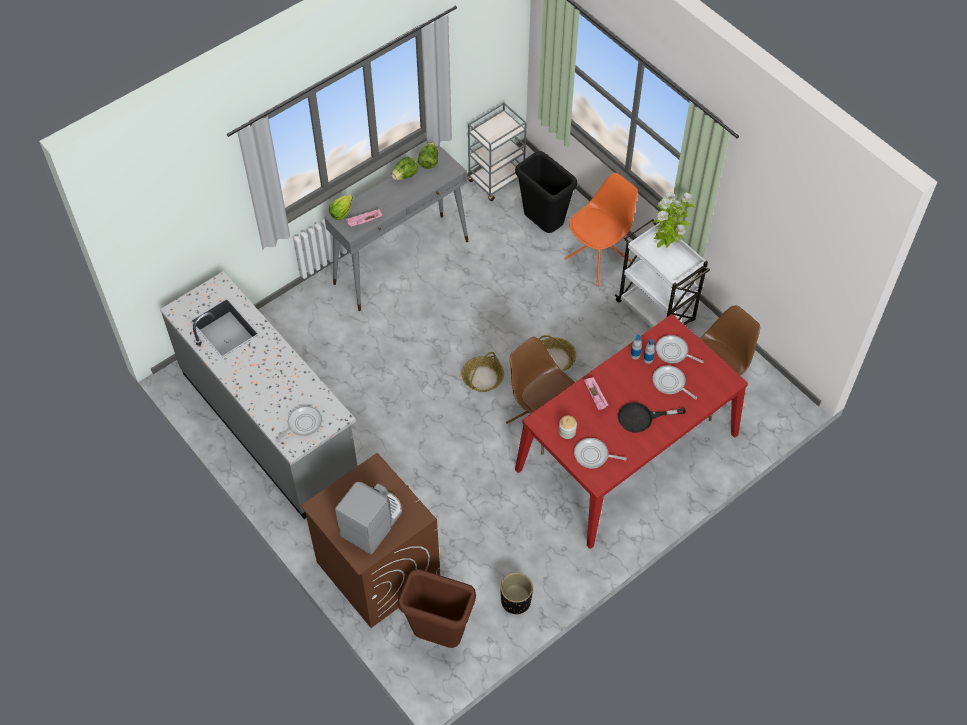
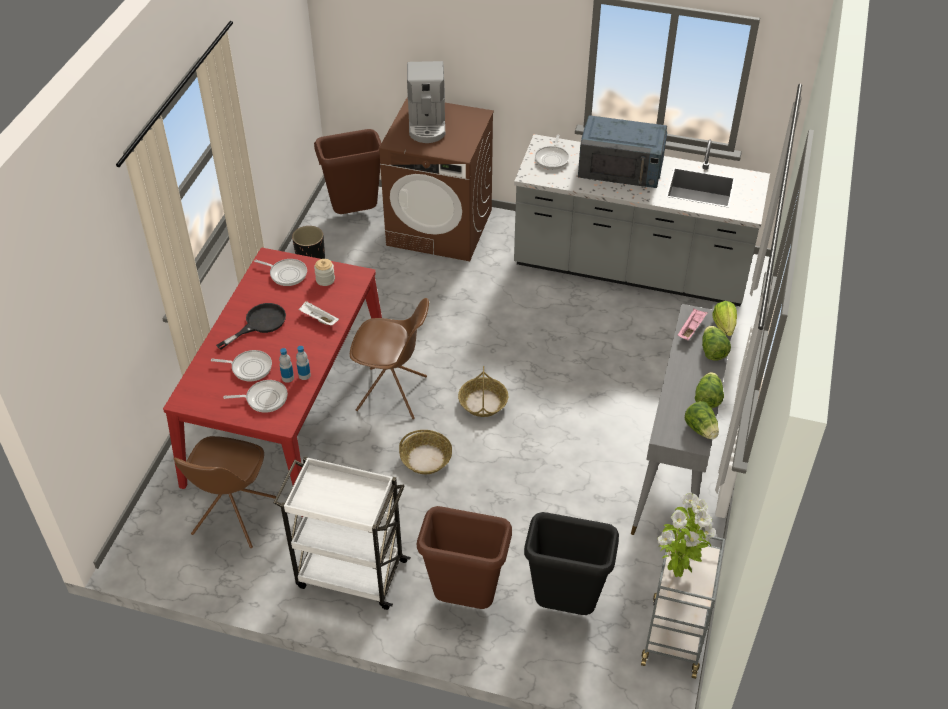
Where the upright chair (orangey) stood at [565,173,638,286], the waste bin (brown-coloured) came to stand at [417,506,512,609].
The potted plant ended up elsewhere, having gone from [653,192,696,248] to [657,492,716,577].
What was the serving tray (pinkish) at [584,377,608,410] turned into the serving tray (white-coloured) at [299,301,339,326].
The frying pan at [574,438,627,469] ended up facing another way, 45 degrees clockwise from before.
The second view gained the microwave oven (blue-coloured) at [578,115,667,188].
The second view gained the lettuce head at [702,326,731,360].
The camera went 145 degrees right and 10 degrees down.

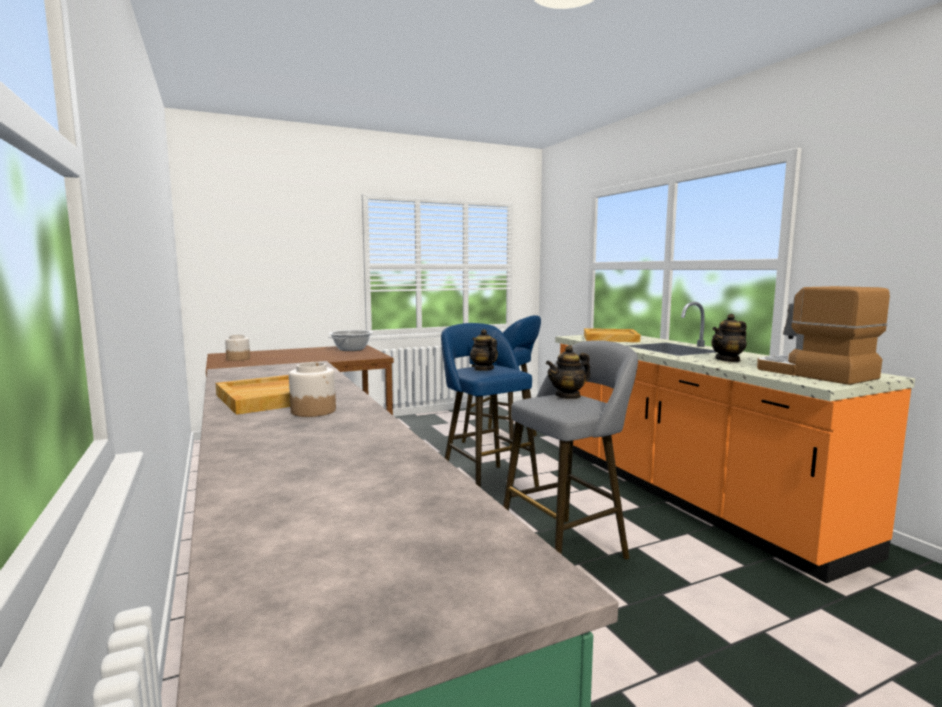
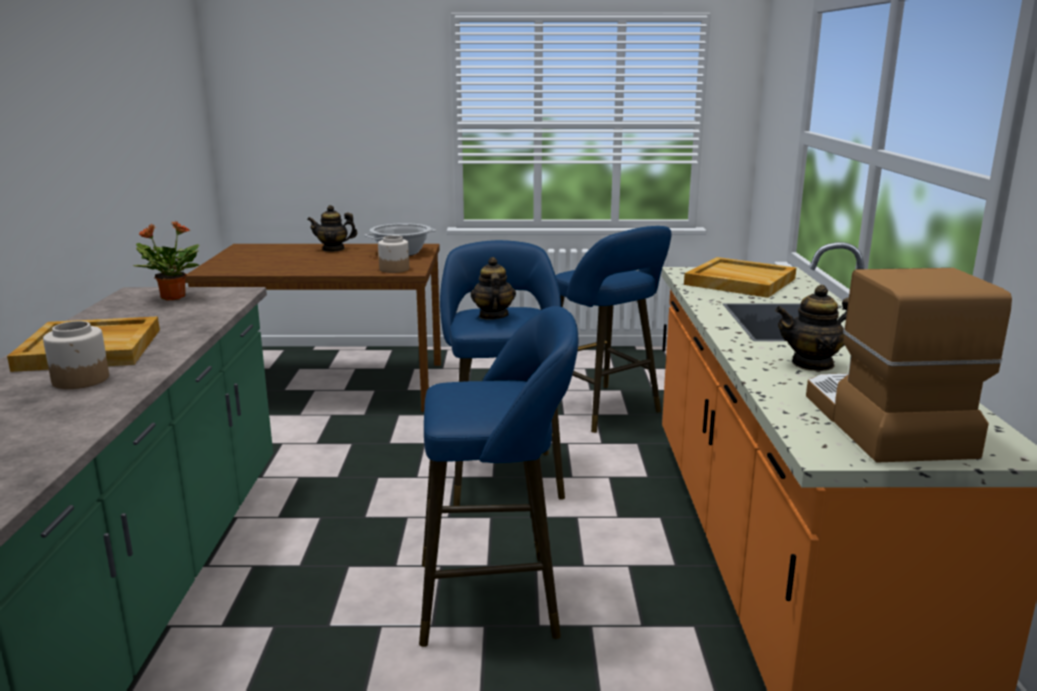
The storage jar ended up elsewhere, having gone from [225,335,250,361] to [378,235,409,273].
What was the stool seat (grey) at [503,340,638,559] turned into the stool seat (blue-coloured) at [419,306,578,647].
The tea pot ended up elsewhere, having gone from [546,345,590,399] to [307,205,358,252].
The second view gained the potted plant at [133,221,199,301].
The camera went 25 degrees right and 10 degrees up.

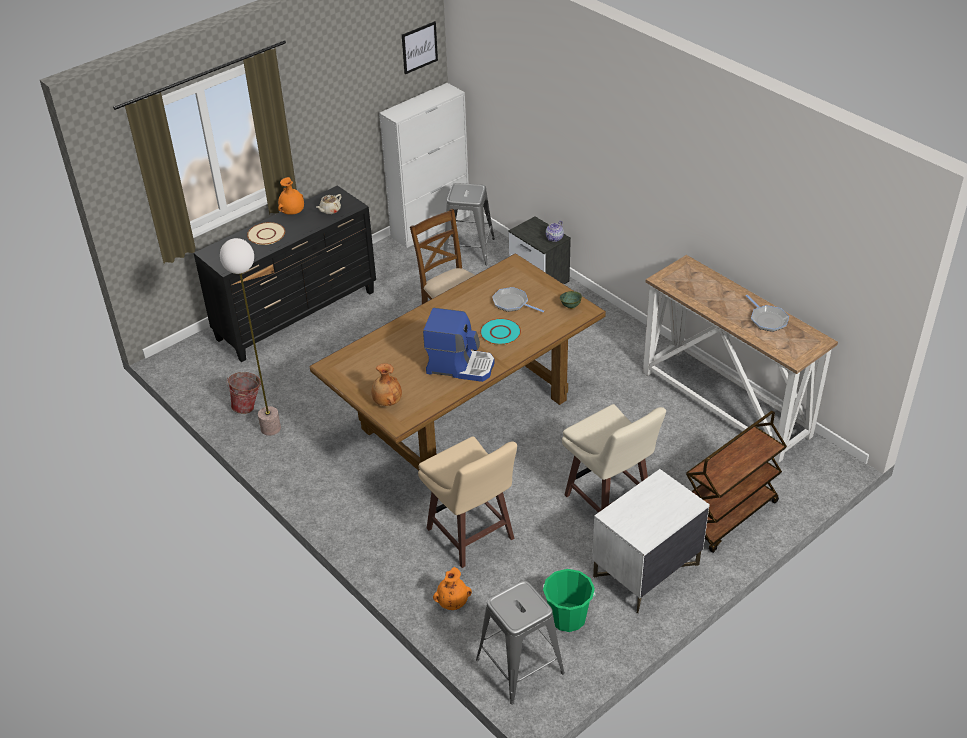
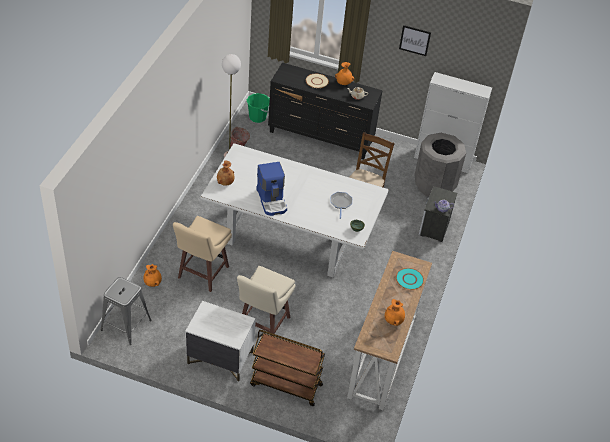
The wall picture ended up elsewhere, having gone from [402,21,438,74] to [399,25,431,56].
Where the stool seat (grey) stood at [443,183,495,265], the waste bin (grey) came to stand at [414,133,466,197].
What was the dining table (brown-coloured) at [310,253,606,471] turned into the dining table (white-coloured) at [200,143,389,277].
Where the frying pan stood at [746,295,789,332], the decorative vase (orangey) came to stand at [385,299,405,326].
The flat dish (turquoise) ended up elsewhere, having gone from [480,318,521,345] to [396,268,424,290].
The water bucket (greenish) ended up elsewhere, having gone from [543,569,596,632] to [247,93,270,123].
The camera went 55 degrees right and 5 degrees up.

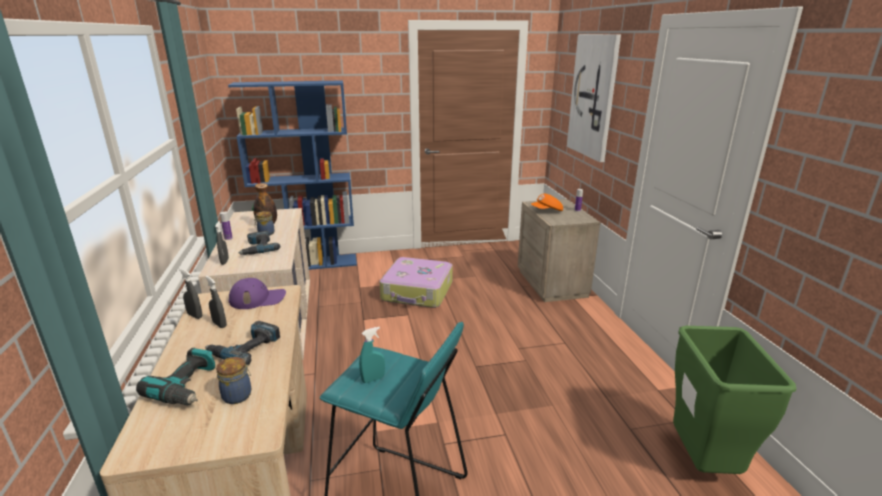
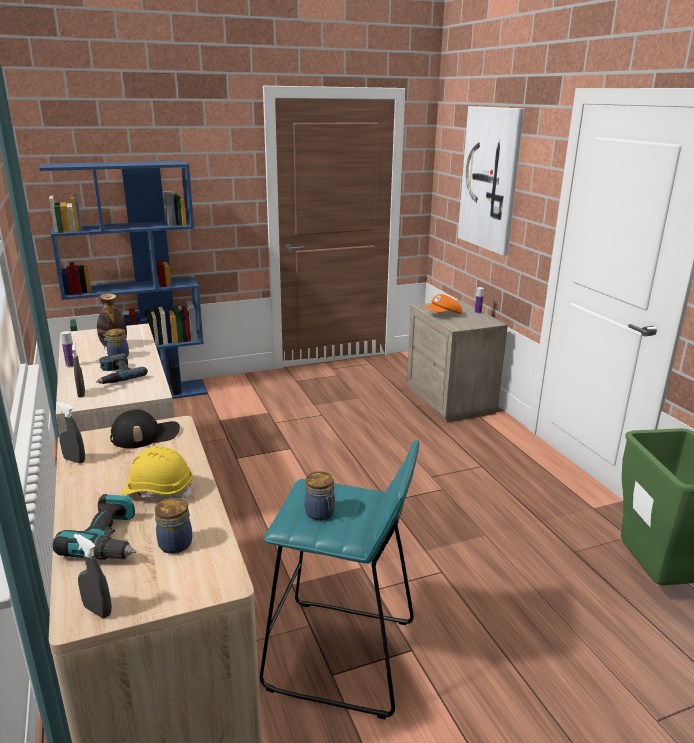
The second view lost the travel case at [379,257,453,308].
The hand sprayer (grey) ended up elsewhere, having gone from [205,276,227,328] to [74,534,112,618].
What was the peaked cap (purple) at [229,278,286,309] turned into the peaked cap (black) at [110,409,180,448].
Where the power drill stood at [205,321,280,365], the work helmet (yellowish) came to stand at [121,446,194,500].
Where the hand sprayer (turquoise) stood at [359,327,385,383], the storage jar came to stand at [305,471,335,520].
The camera went 10 degrees left and 0 degrees up.

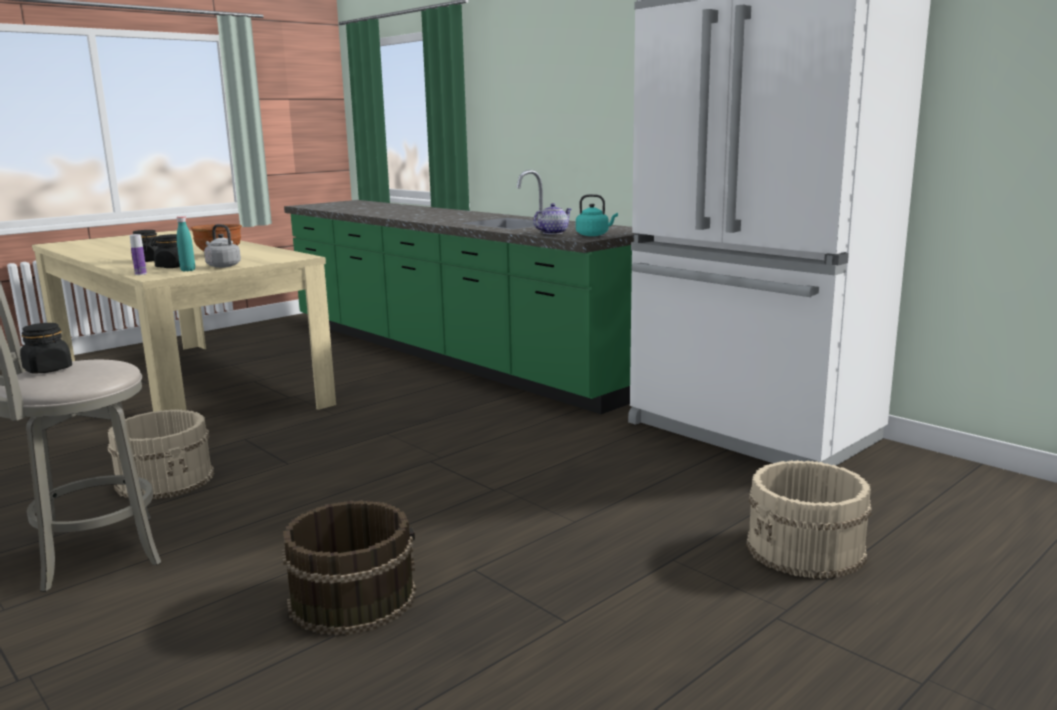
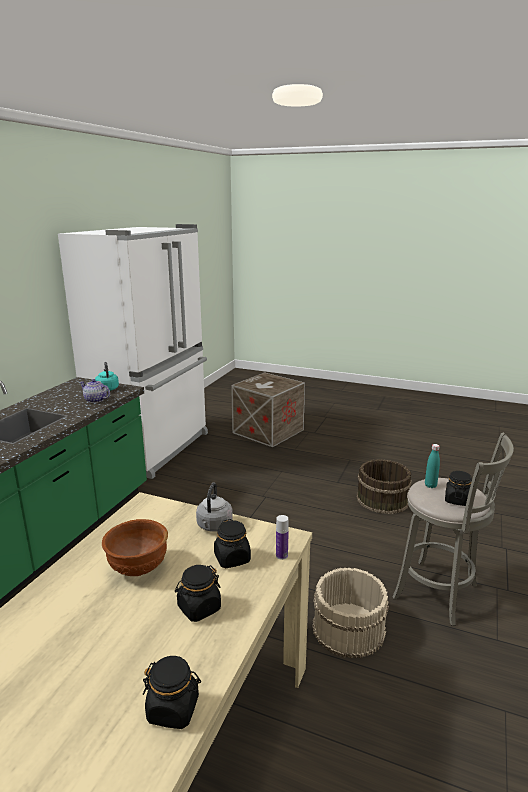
The beverage bottle (turquoise) ended up elsewhere, having gone from [177,216,195,271] to [425,444,440,488].
Where the water bucket (beige) stood at [746,460,872,579], the shipping crate came to stand at [231,372,305,447].
The second view gained the storage jar (black) at [143,656,201,729].
The camera went 115 degrees left and 5 degrees up.

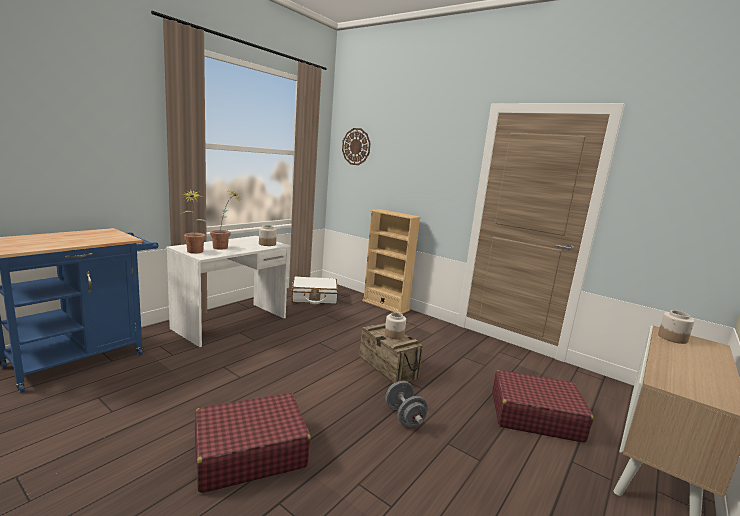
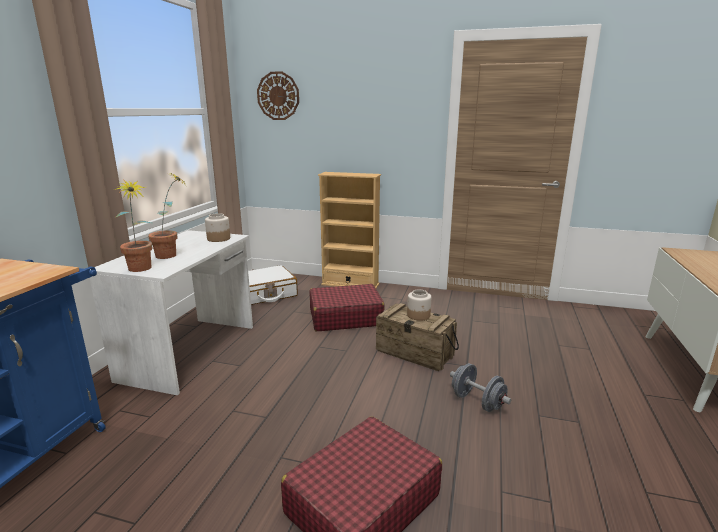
The second view lost the storage jar at [658,310,694,344].
The travel case (reddish) ended up elsewhere, having gone from [492,370,594,443] to [309,284,384,331].
The camera went 20 degrees left and 5 degrees up.

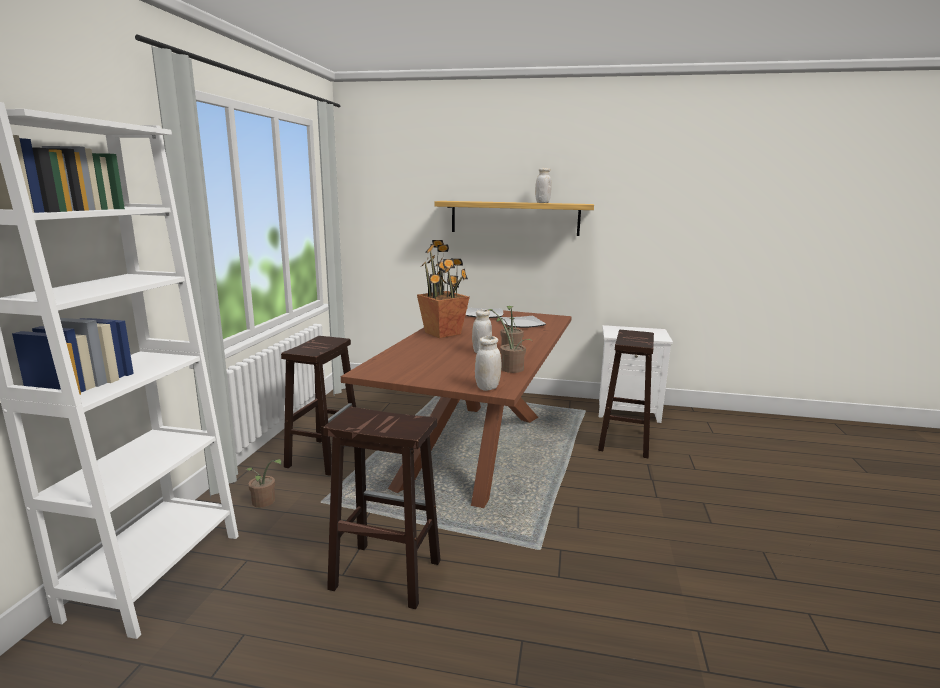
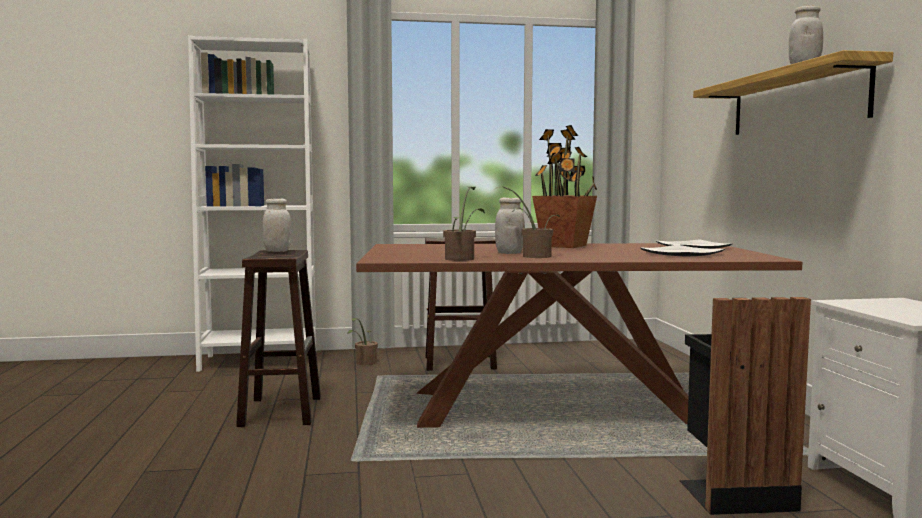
Where the stool seat (brown-coloured) stood at [598,330,654,458], the waste bin (black) came to stand at [679,297,811,515].
The storage jar (white-coloured) ended up elsewhere, having gone from [475,336,501,391] to [263,199,291,252].
The camera went 70 degrees right and 10 degrees down.

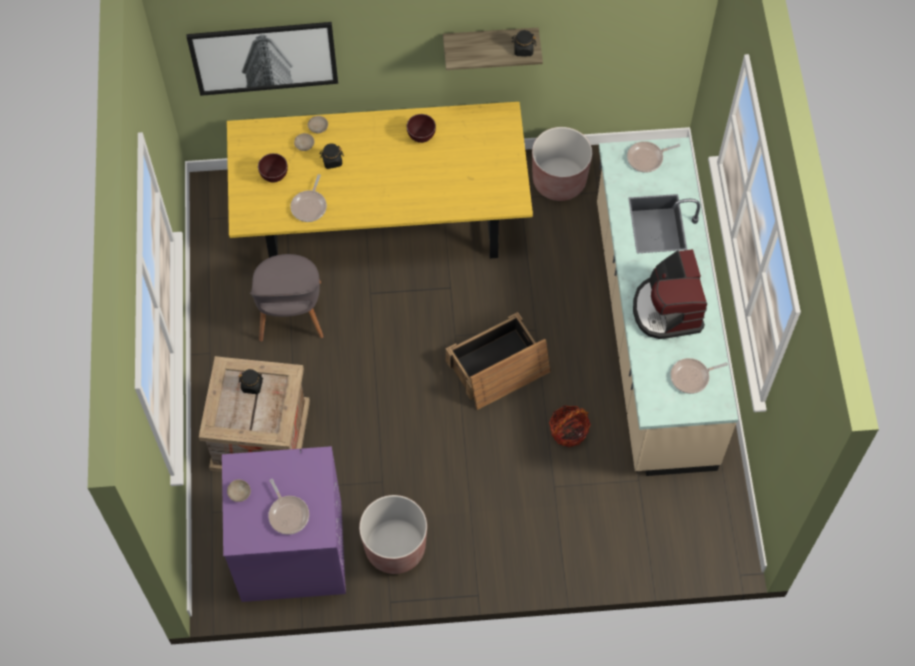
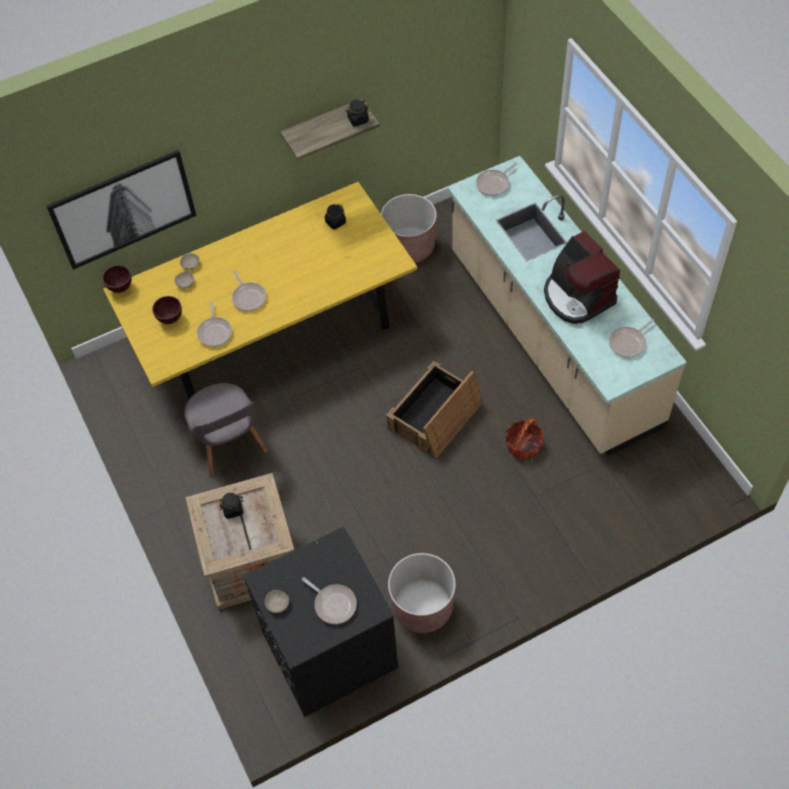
The bowl (brown-coloured) ended up elsewhere, having gone from [407,114,436,143] to [102,265,132,293].
The storage jar (black) ended up elsewhere, having gone from [319,144,344,169] to [324,204,346,229].
What was the laundry machine (purple) at [222,446,346,602] turned into the laundry machine (black) at [243,526,398,717].
The second view gained the frying pan at [232,270,266,311].
The camera went 20 degrees left and 5 degrees down.

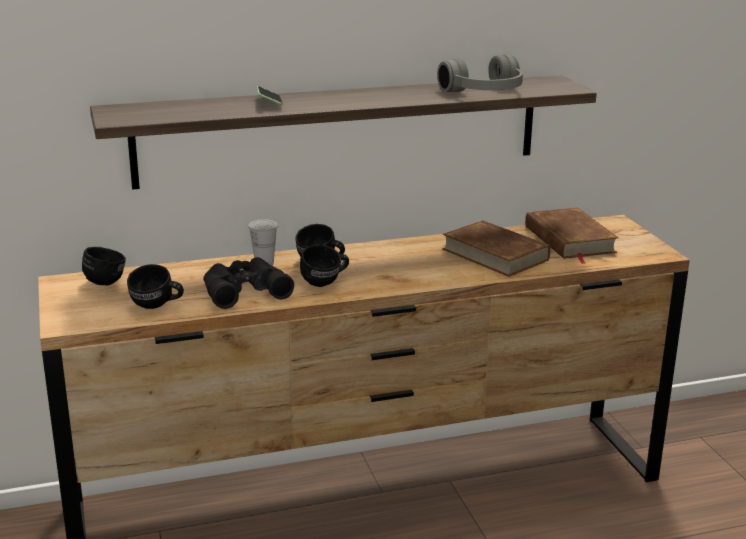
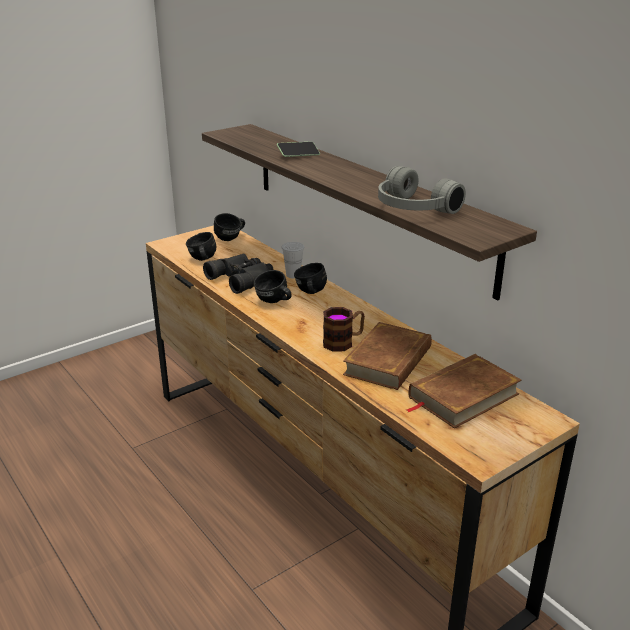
The second view gained the tea mug at [323,307,365,352].
The camera went 70 degrees right and 5 degrees up.

